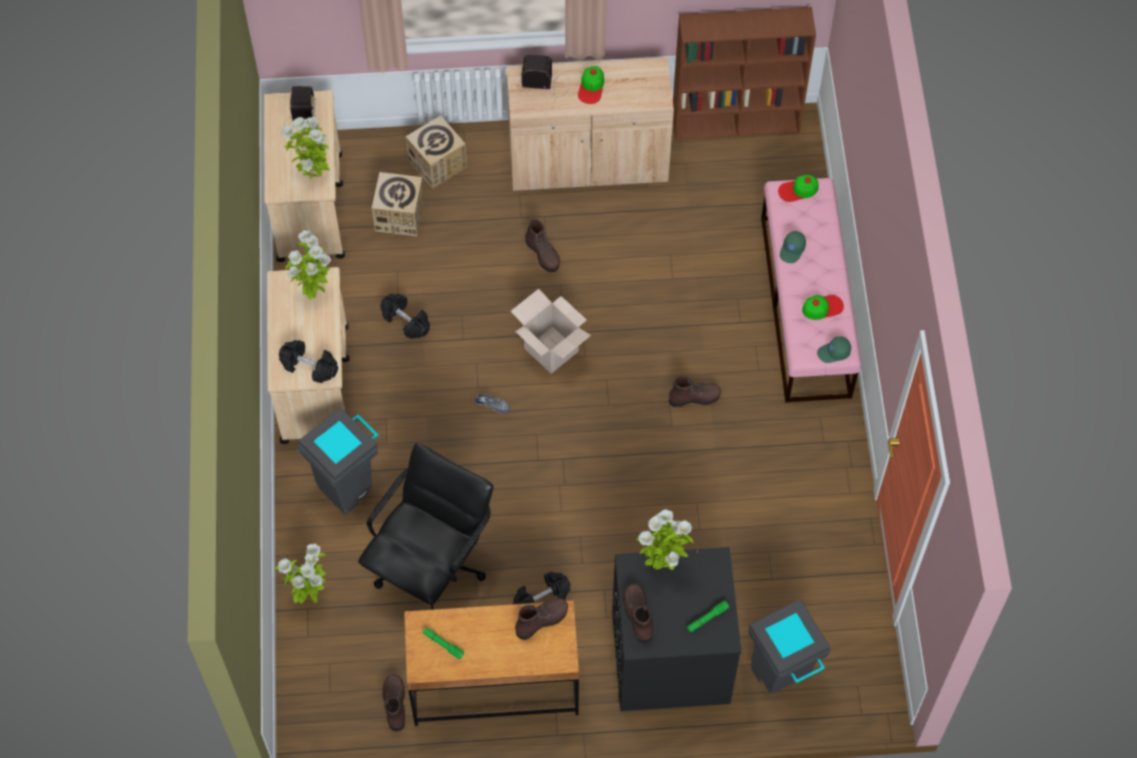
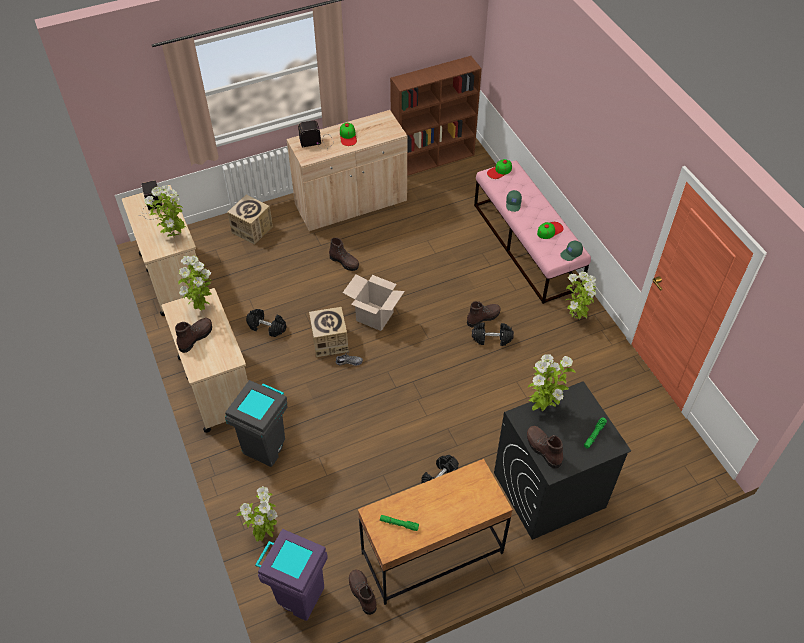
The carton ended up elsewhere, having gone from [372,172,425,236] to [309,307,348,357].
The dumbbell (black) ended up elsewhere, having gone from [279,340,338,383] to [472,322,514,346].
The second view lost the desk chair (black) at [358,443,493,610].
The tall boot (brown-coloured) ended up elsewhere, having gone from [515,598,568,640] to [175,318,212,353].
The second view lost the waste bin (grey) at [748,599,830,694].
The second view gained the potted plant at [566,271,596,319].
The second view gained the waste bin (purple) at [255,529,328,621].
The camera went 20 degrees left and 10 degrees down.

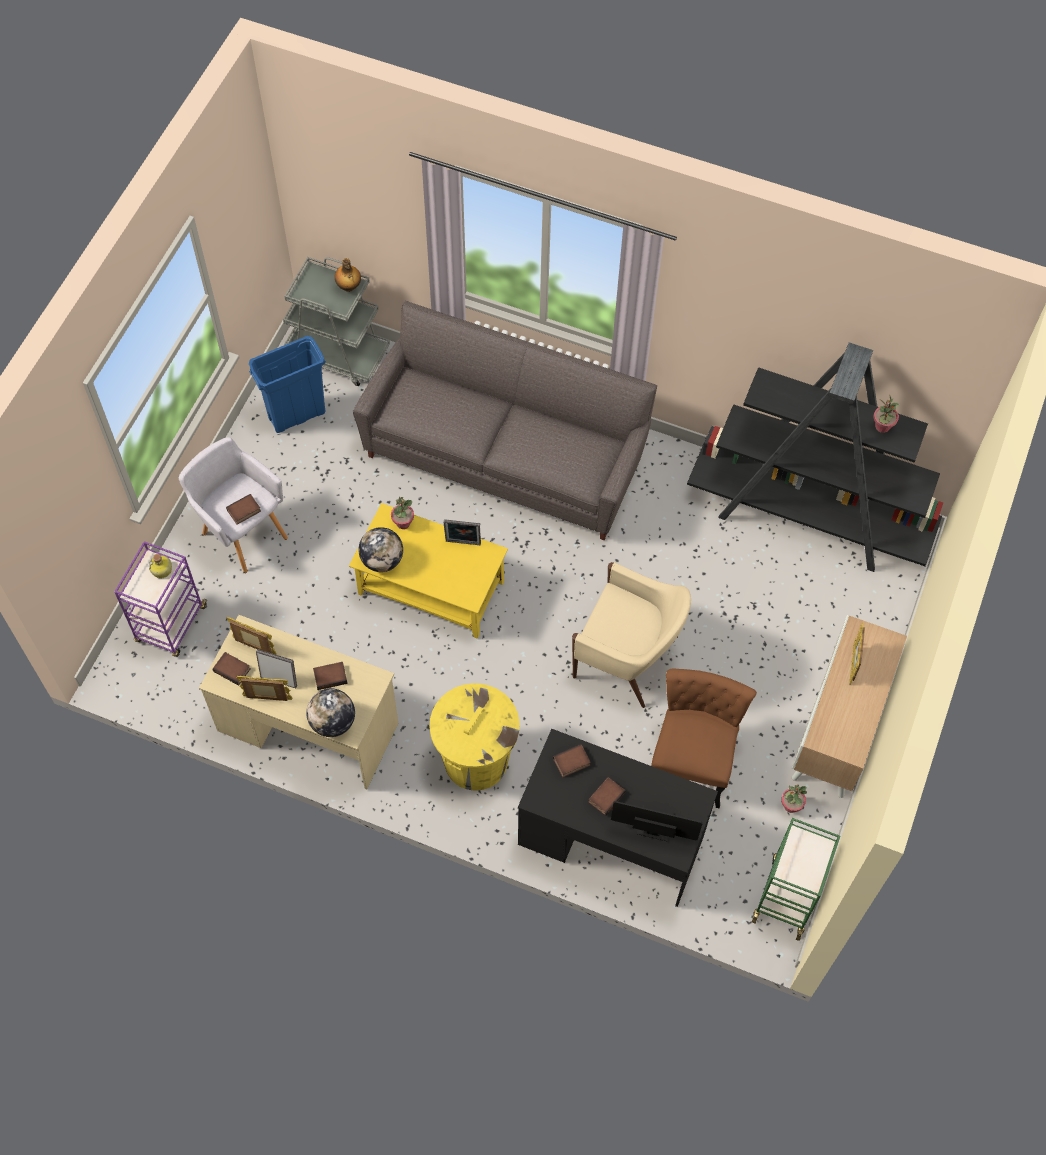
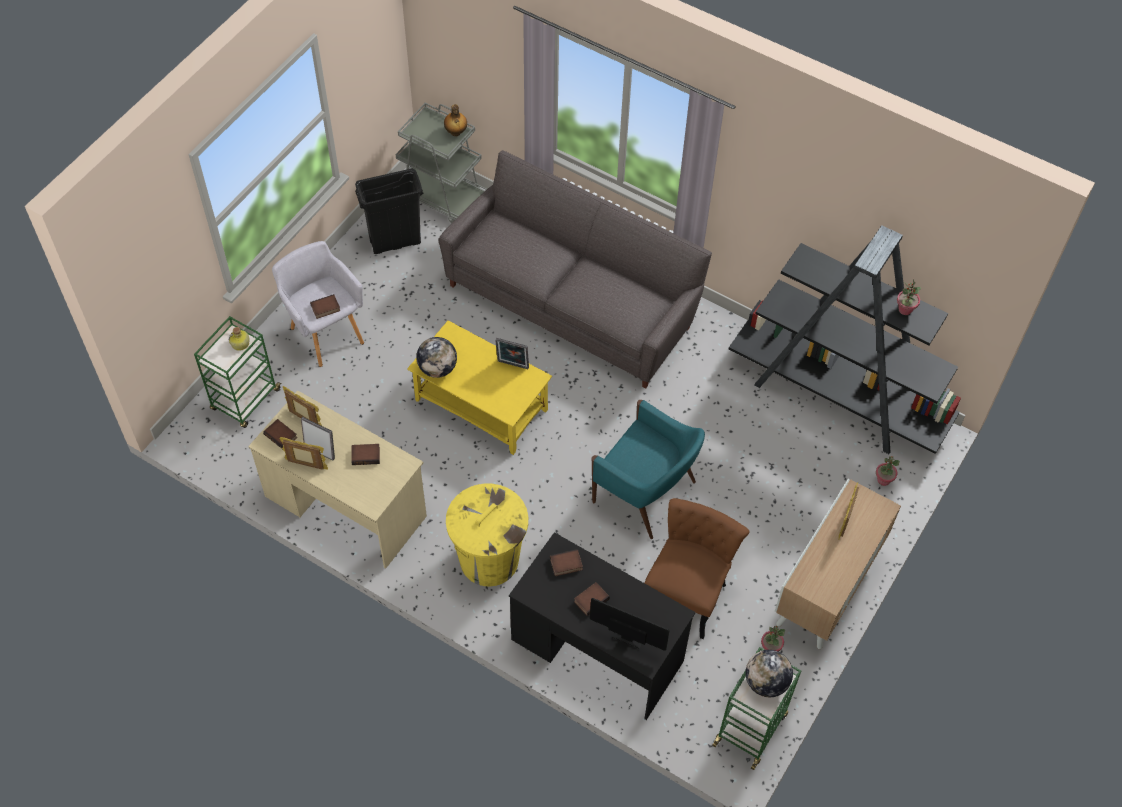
What was the waste bin (blue-coloured) at [249,336,326,433] turned into the waste bin (black) at [355,168,424,254].
The potted plant ended up elsewhere, having gone from [391,497,414,529] to [876,456,900,486].
What was the wheeled cart (purple) at [115,541,207,657] turned into the wheeled cart (greenish) at [194,316,281,428].
What was the lounge chair (beige) at [572,562,691,708] turned into the lounge chair (turquoise) at [592,400,705,539].
The desk globe ended up elsewhere, having gone from [306,689,355,737] to [746,650,793,697].
The camera went 10 degrees right and 5 degrees down.

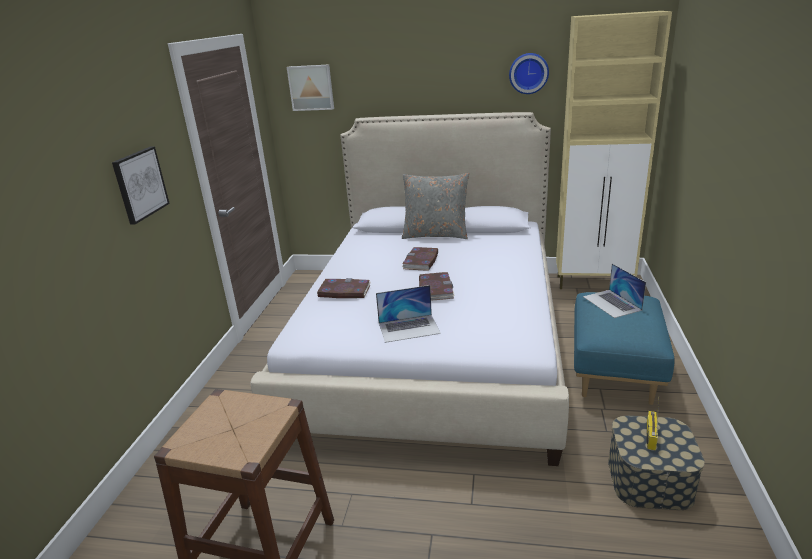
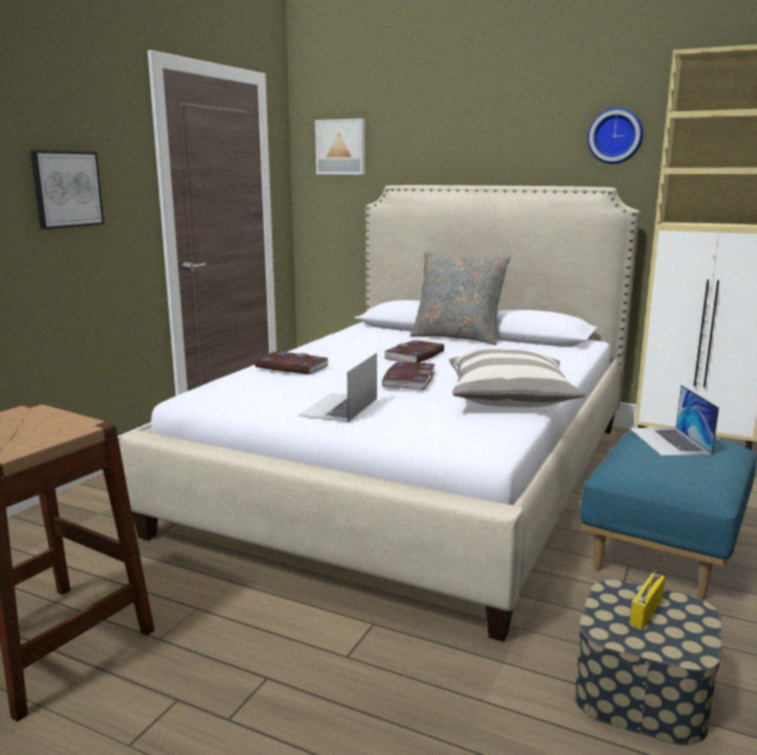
The laptop at [376,285,441,343] ended up facing another way, 105 degrees clockwise from before.
The second view gained the throw pillow at [449,349,585,407].
The camera went 15 degrees right and 10 degrees down.

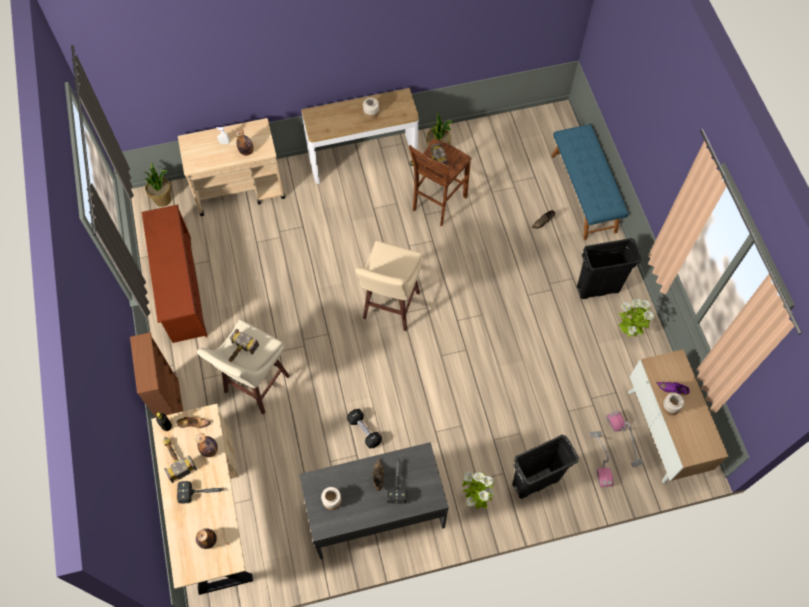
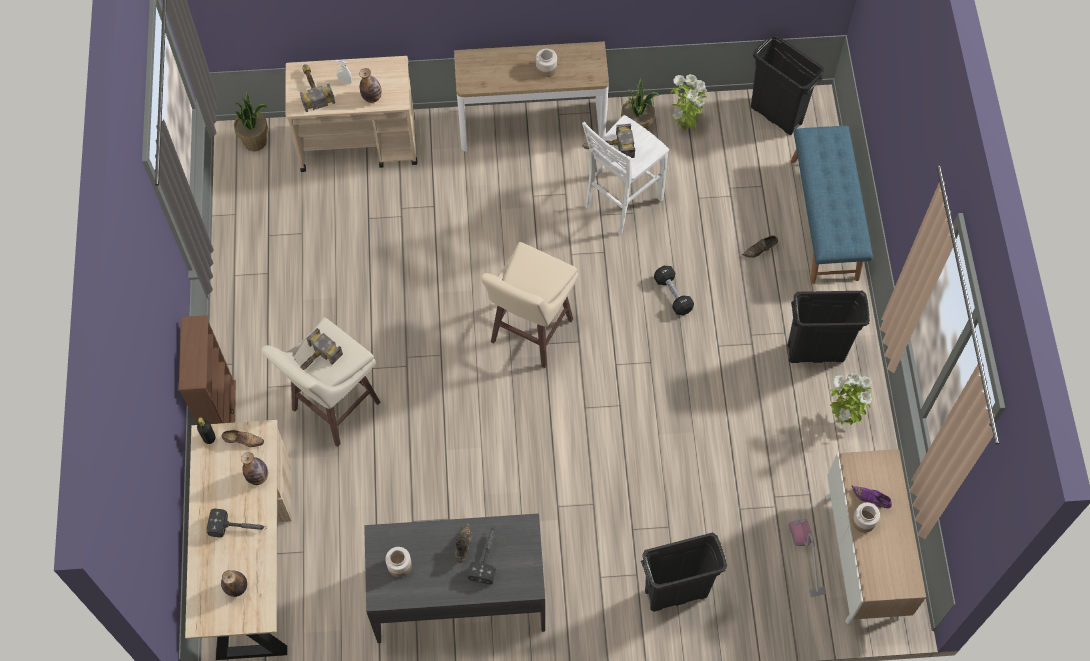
What was the stool seat (brown-coloured) at [408,138,471,226] turned into the stool seat (white-coloured) at [582,115,669,235].
The second view lost the shoe stand (brown-coloured) at [142,205,207,343].
The dumbbell (black) ended up elsewhere, having gone from [347,409,382,448] to [654,266,694,315].
The second view lost the vacuum at [589,431,614,487].
The hand hammer ended up elsewhere, having gone from [163,437,197,483] to [300,64,335,112].
The potted plant ended up elsewhere, having gone from [462,471,494,510] to [671,74,708,131].
The second view gained the waste bin (black) at [751,34,824,135].
The camera went 10 degrees right and 0 degrees up.

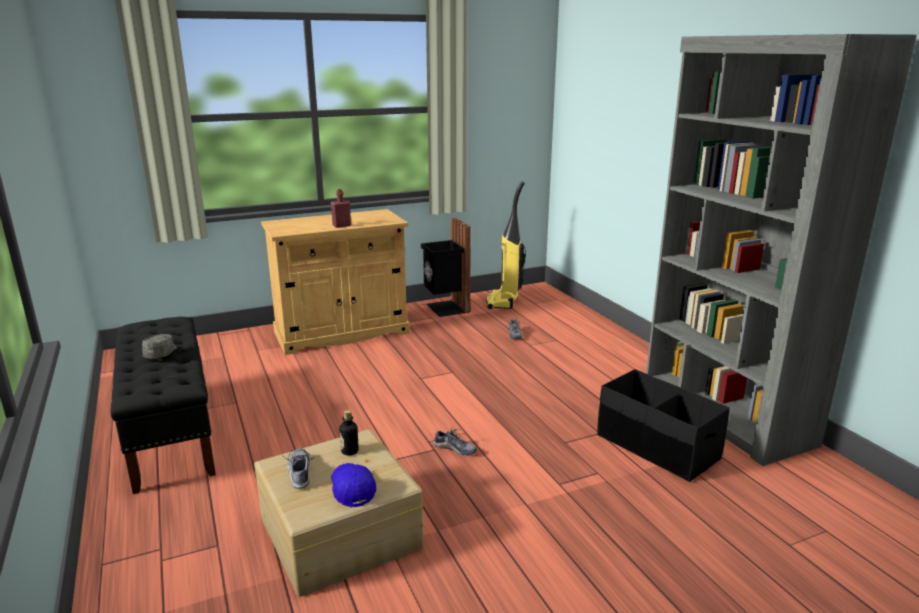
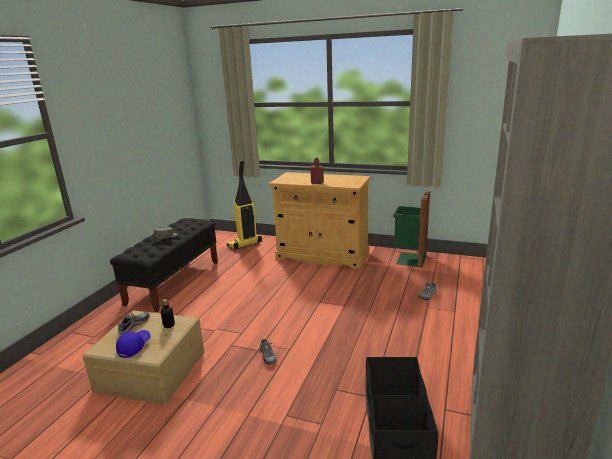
The vacuum ended up elsewhere, having gone from [486,181,526,309] to [227,161,262,250].
What was the waste bin (black) at [421,218,471,317] turned into the waste bin (greenish) at [393,191,430,267].
The camera went 45 degrees right and 0 degrees up.

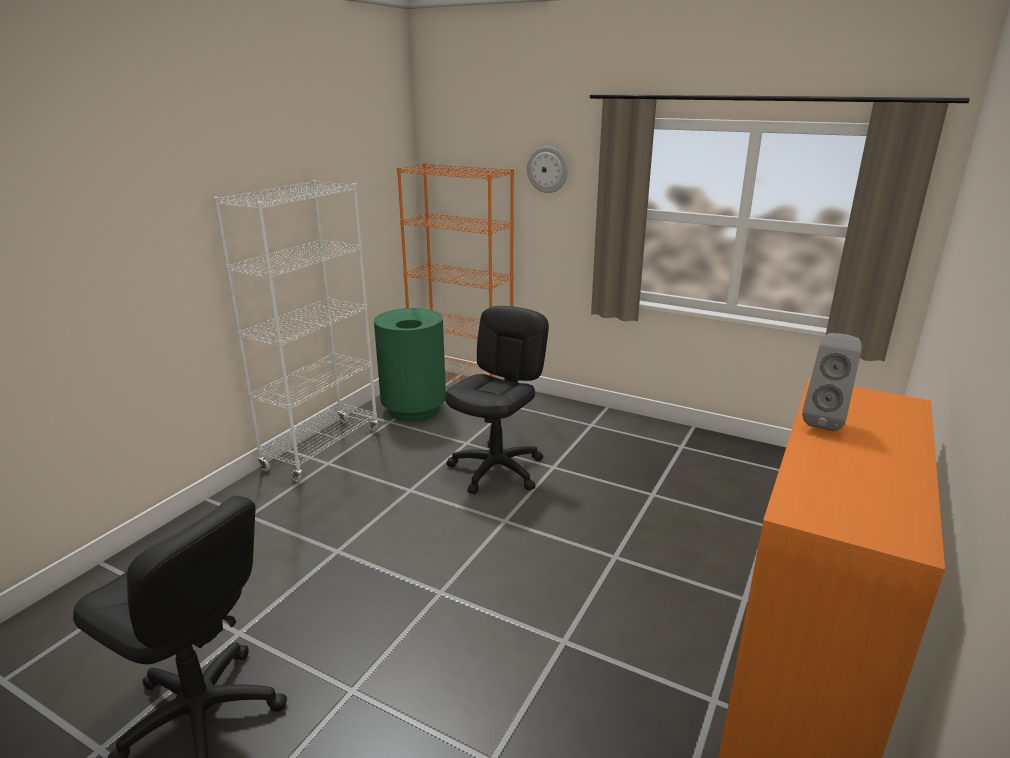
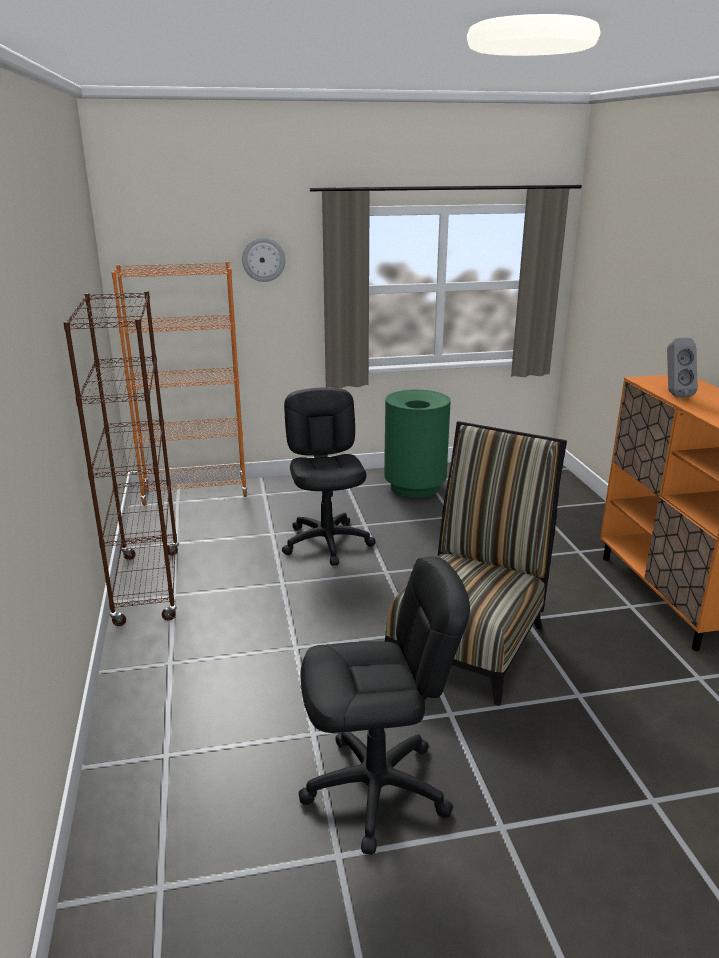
What was the shelving unit (white-coloured) at [213,180,379,482] turned into the shelving unit (brown-coloured) at [63,291,179,626].
The waste bin (greenish) ended up elsewhere, having gone from [374,308,446,422] to [384,390,451,498].
The second view gained the upright chair at [385,421,567,706].
The camera went 40 degrees left and 0 degrees up.

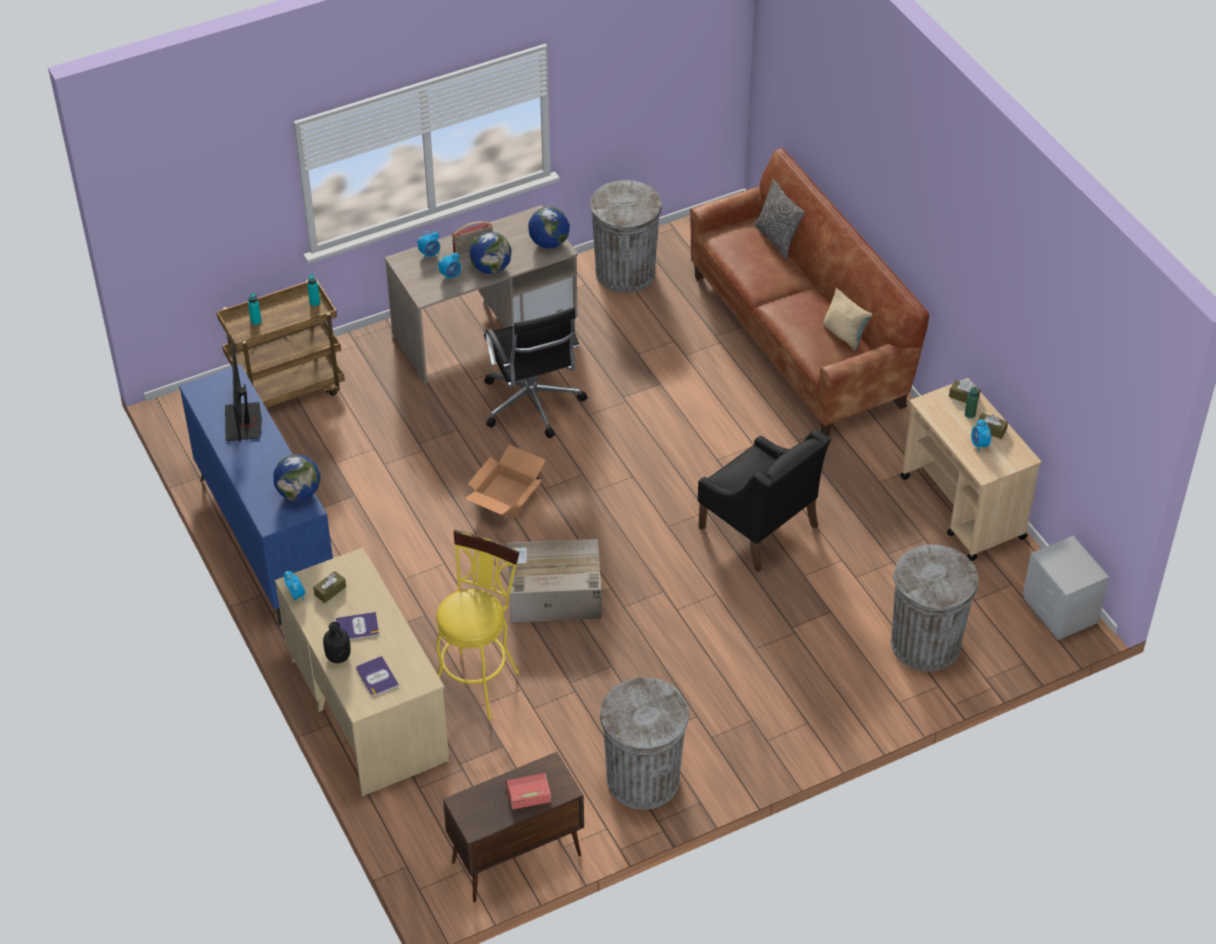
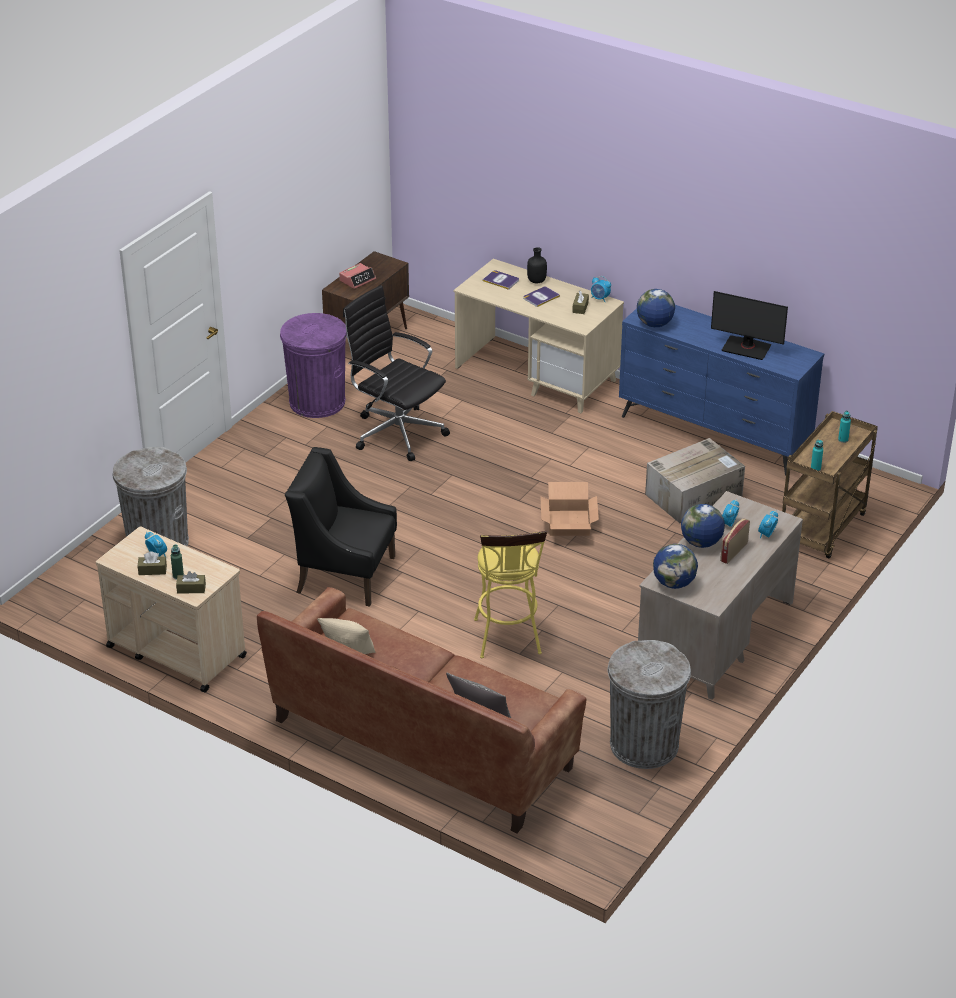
The desk chair (black) ended up elsewhere, having gone from [484,307,588,438] to [343,285,450,461].
The computer display at [225,343,262,442] ended up facing another way, 150 degrees clockwise from before.
The stool seat (yellowish) ended up elsewhere, having gone from [436,530,520,720] to [474,531,547,658].
The second view lost the night table (grey) at [1023,536,1109,640].
The carton ended up elsewhere, having gone from [507,539,601,623] to [645,438,745,523].
What was the waste bin (grey) at [600,677,689,809] turned into the waste bin (purple) at [280,313,347,418].
The camera went 150 degrees right and 10 degrees down.

